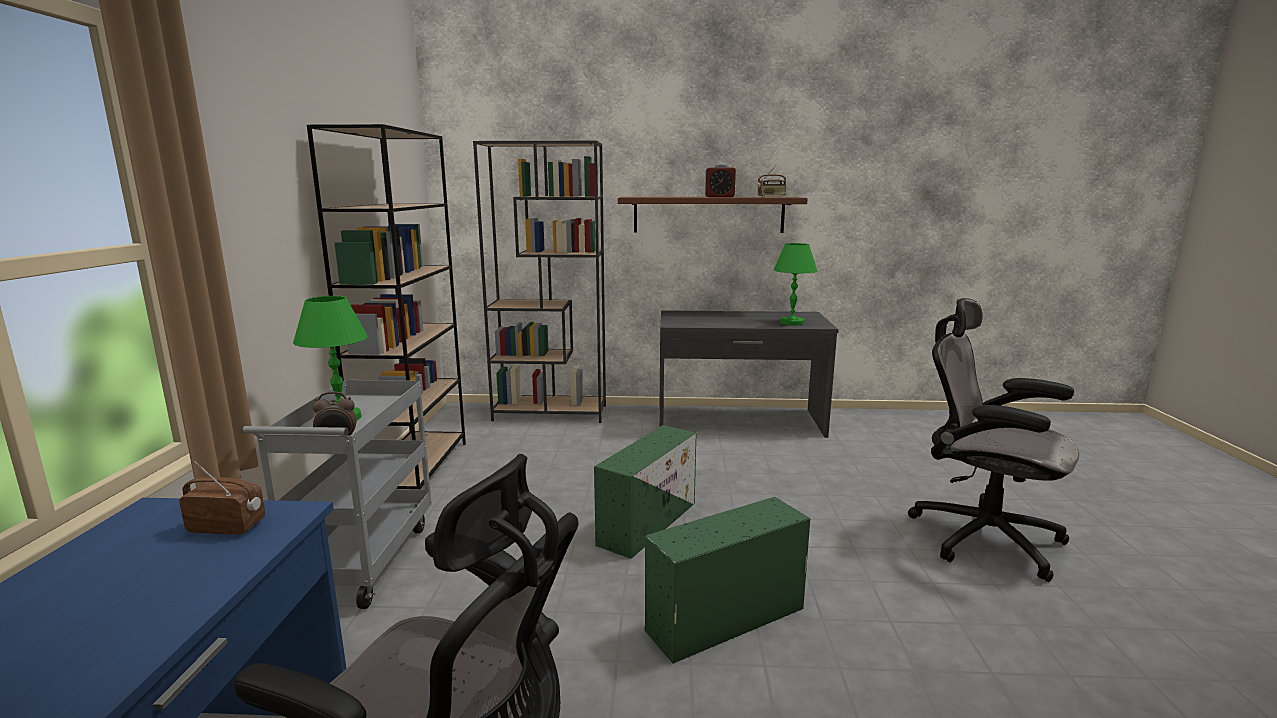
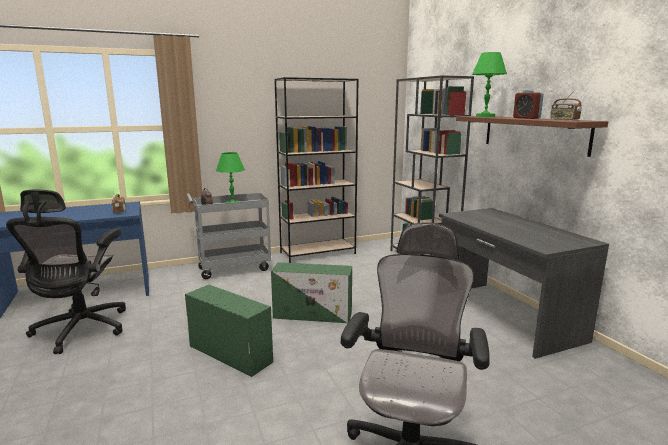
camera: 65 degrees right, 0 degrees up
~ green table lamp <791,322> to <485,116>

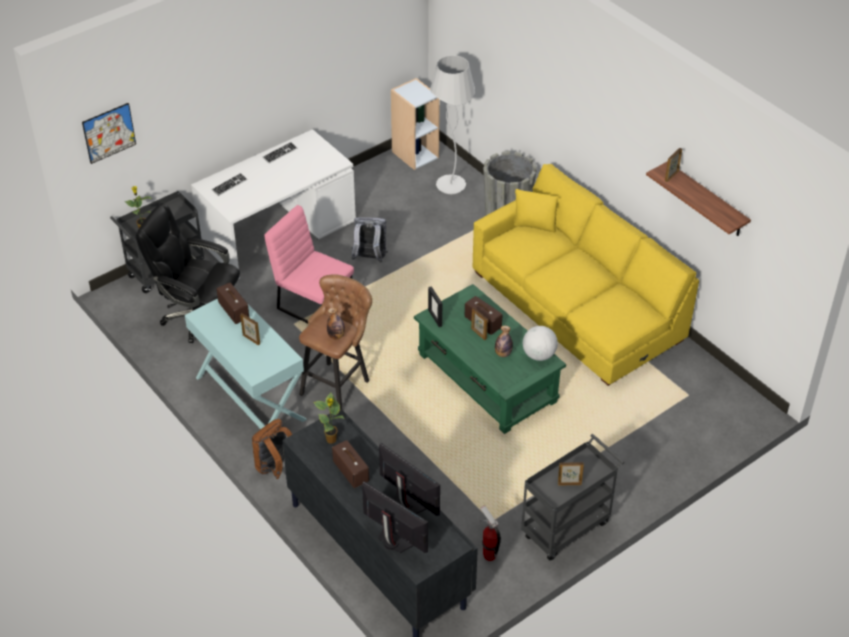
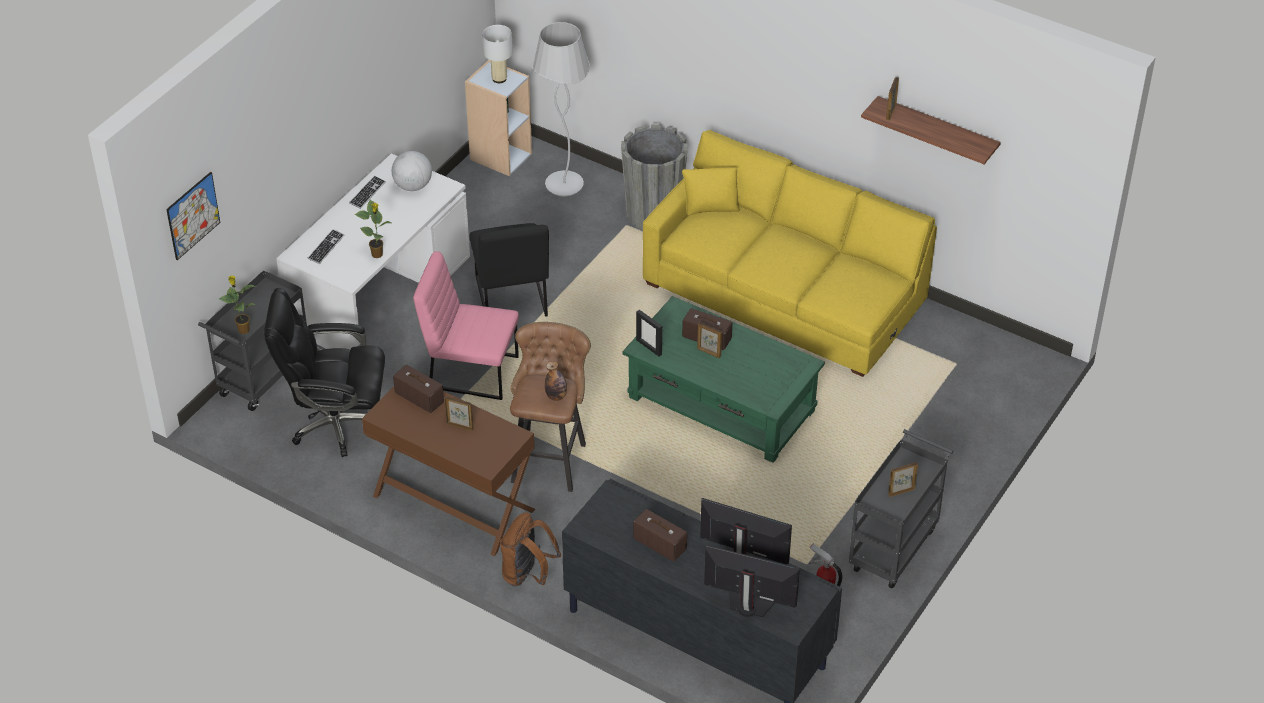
camera: 20 degrees left, 0 degrees up
~ potted plant <331,440> to <377,254>
~ turquoise desk <250,398> to brown desk <453,503>
~ globe <539,355> to <413,186>
~ grey backpack <370,258> to black chair <511,298>
+ white table lamp <499,79>
- bottle <503,354>

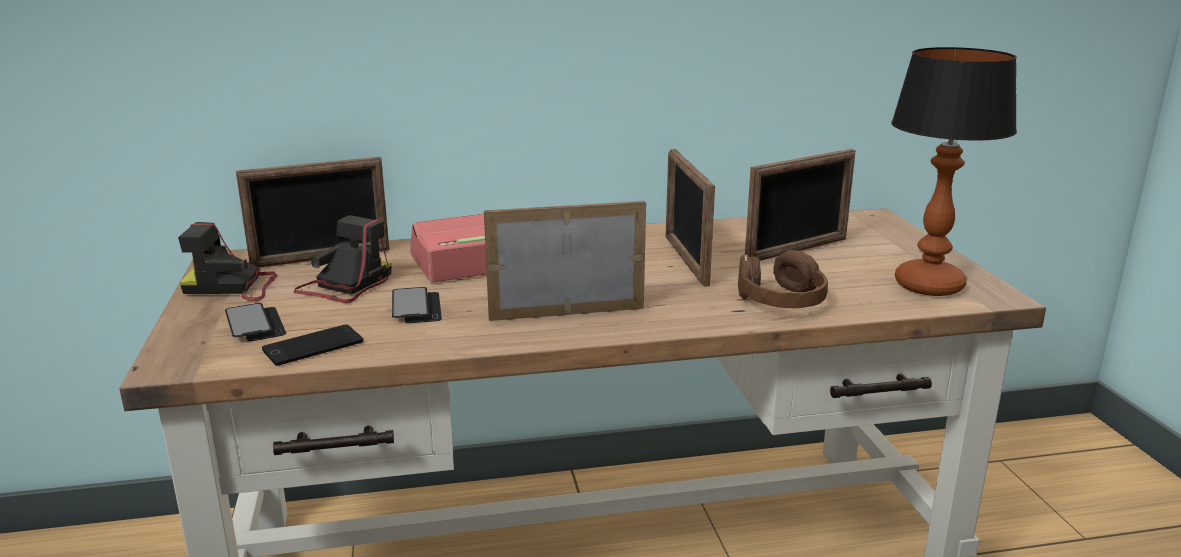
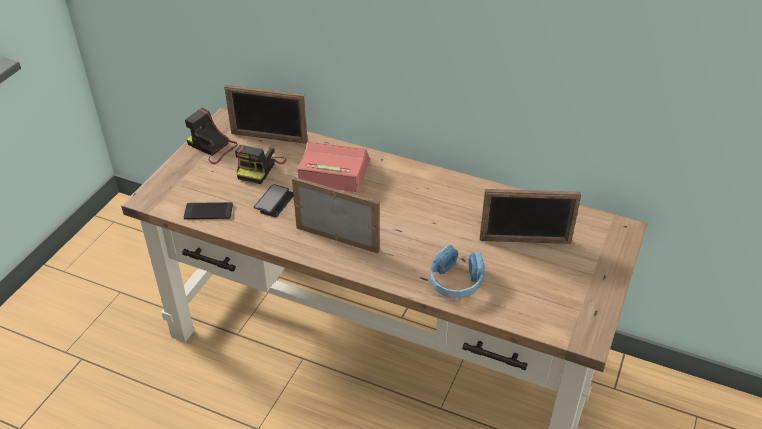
camera: 35 degrees right, 20 degrees up
~ photo camera <346,285> = <260,168> 135 degrees clockwise
~ brown headphones <780,300> to blue headphones <456,281>
- phone <255,325>
- picture frame <686,260>
- table lamp <927,285>

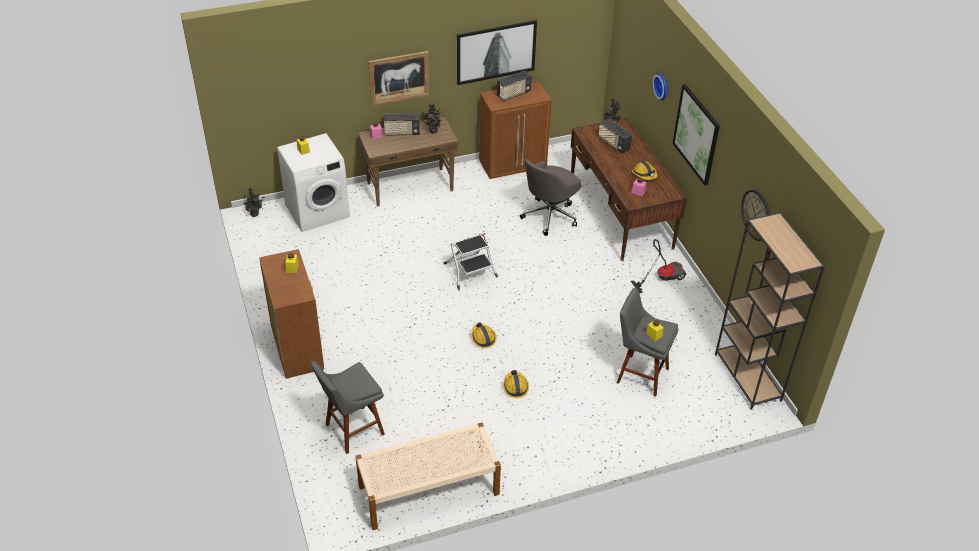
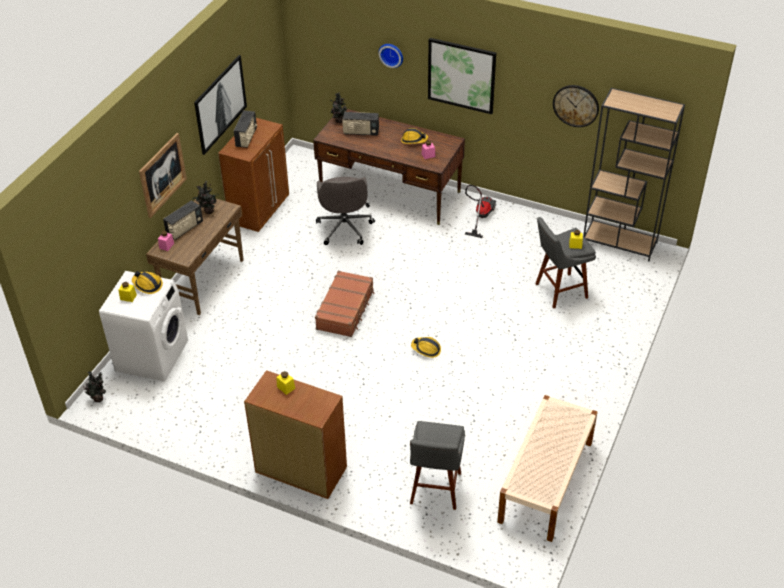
camera: 45 degrees left, 0 degrees up
~ hard hat <515,387> to <147,285>
~ step ladder <469,271> to brown suitcase <345,310>

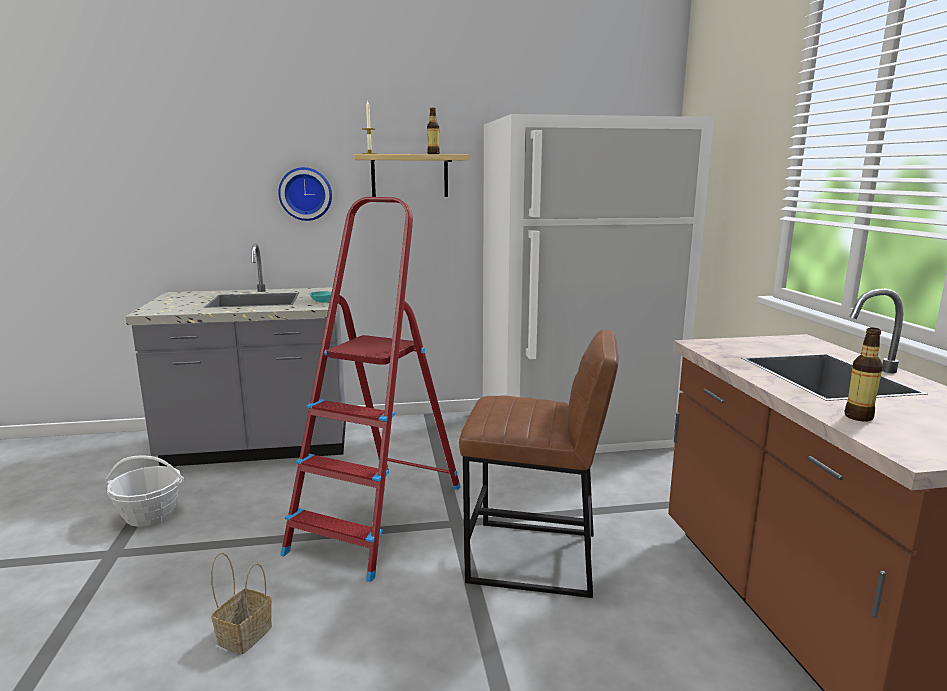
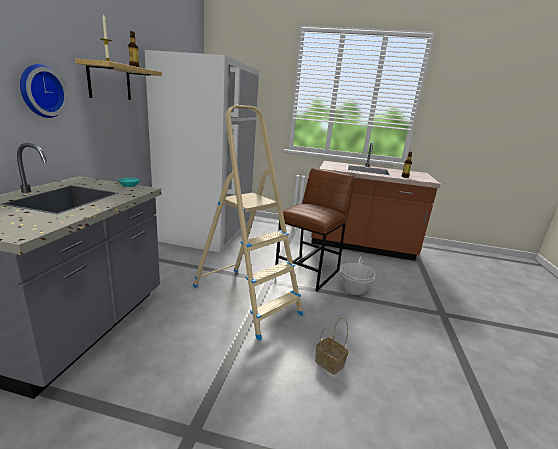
camera: 70 degrees left, 5 degrees up
~ red step ladder <378,518> to beige step ladder <245,300>
~ basket <149,515> to <354,288>

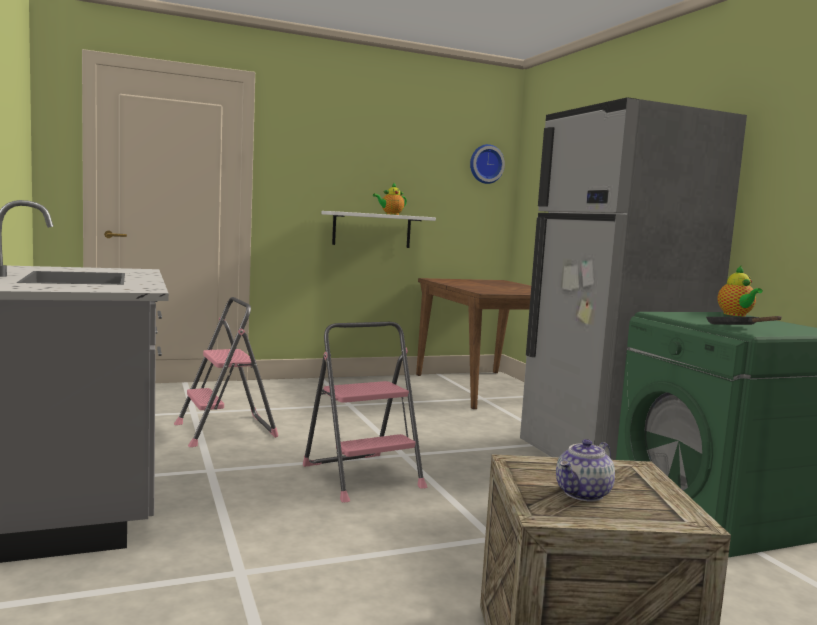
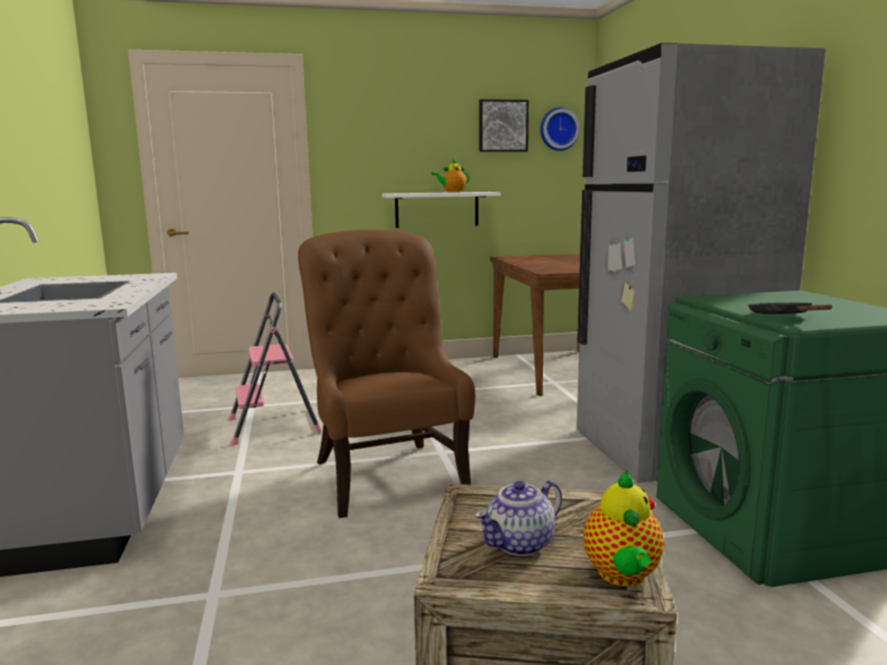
camera: 10 degrees right, 5 degrees up
~ pink step ladder <361,474> to brown chair <387,476>
+ picture <502,126>
~ teapot <736,315> to <622,576>

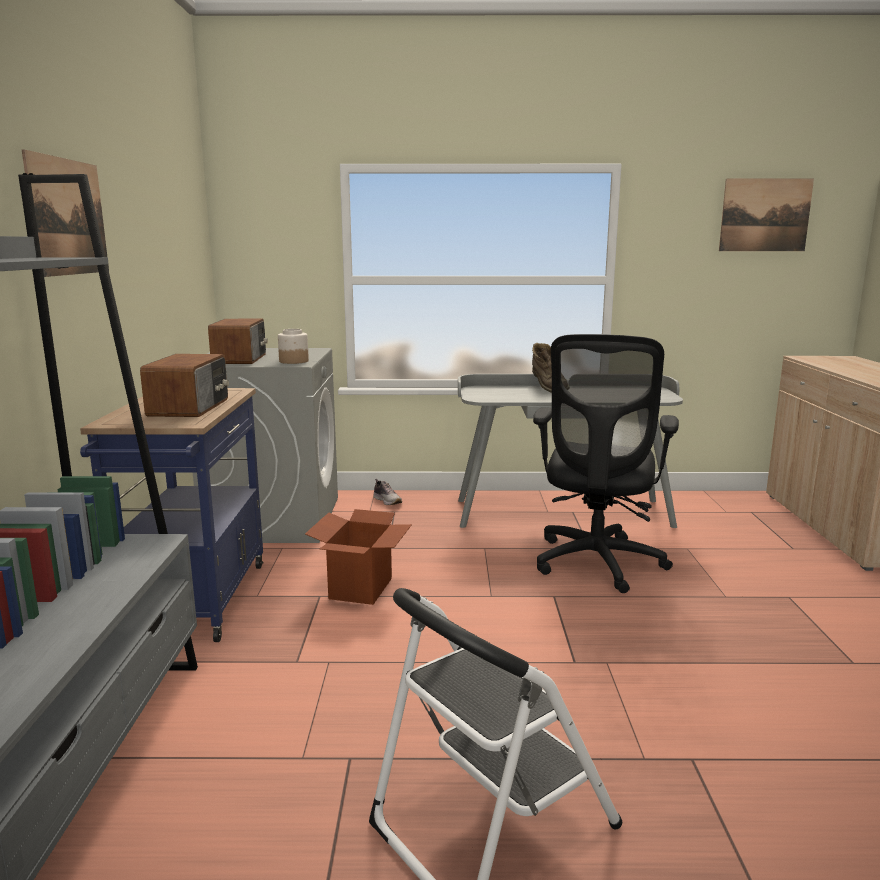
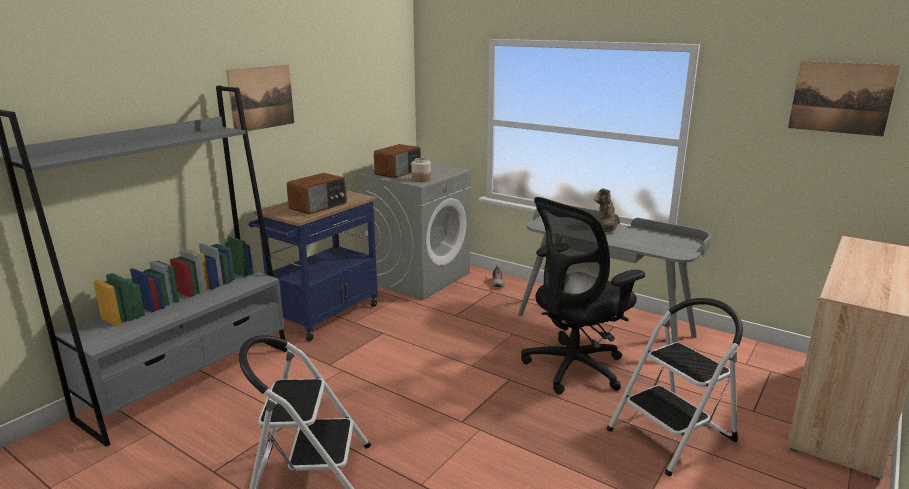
camera: 35 degrees right, 5 degrees up
+ step ladder <674,435>
- cardboard box <361,588>

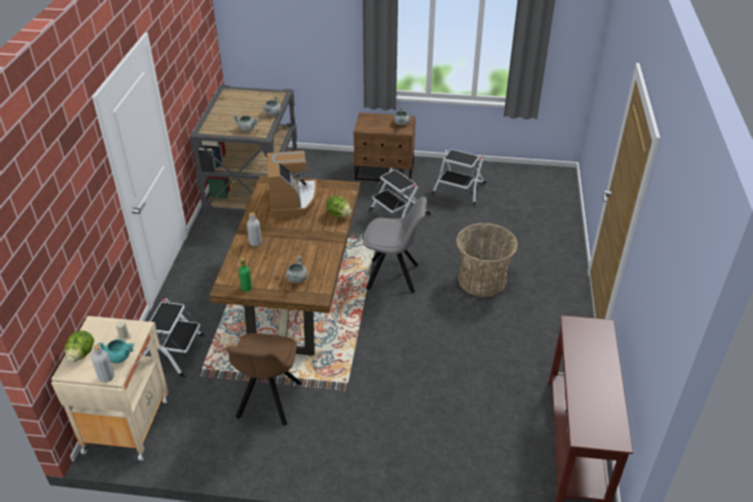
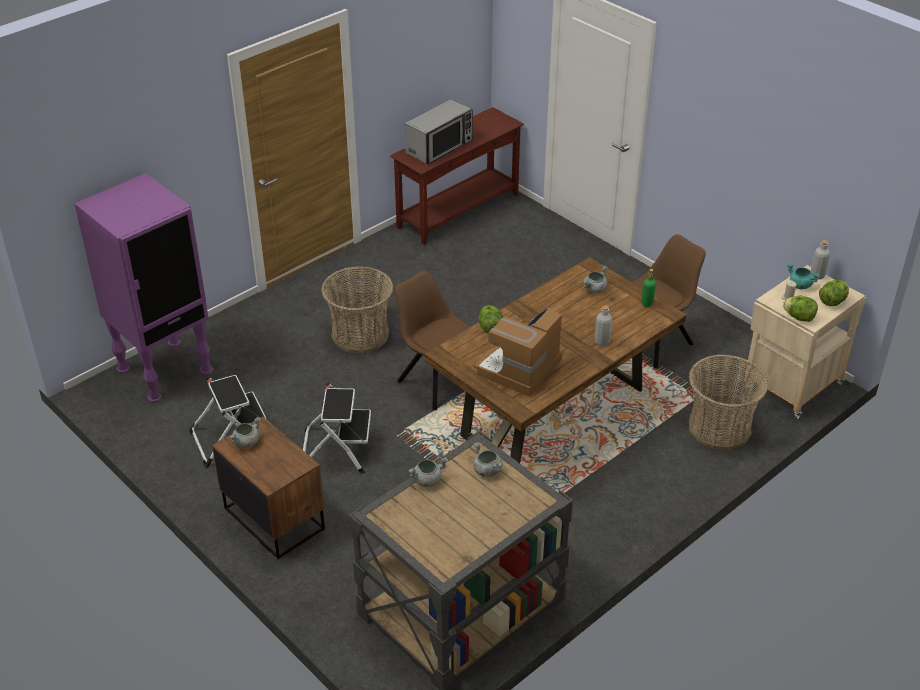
camera: 140 degrees left, 0 degrees up
+ purple cabinet <166,370>
~ grey chair <393,276> to brown chair <435,383>
+ microwave <440,147>
~ step ladder <170,352> to basket <719,428>
+ lettuce <799,317>

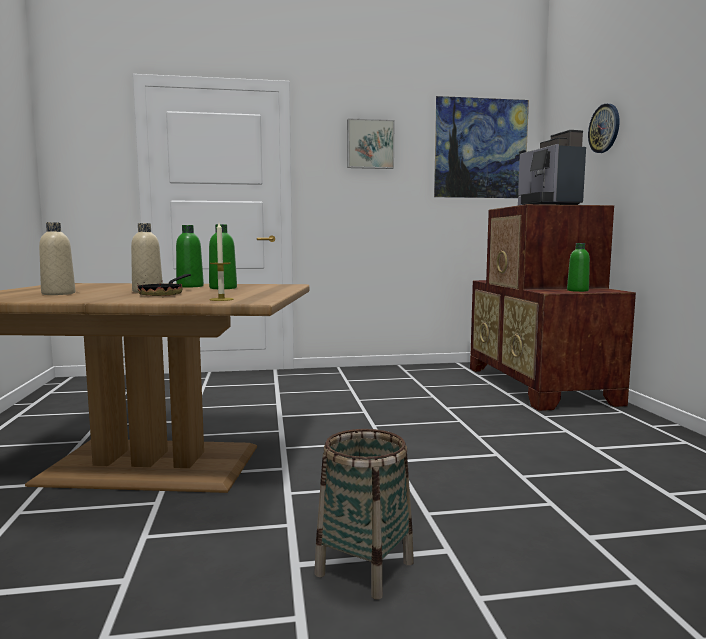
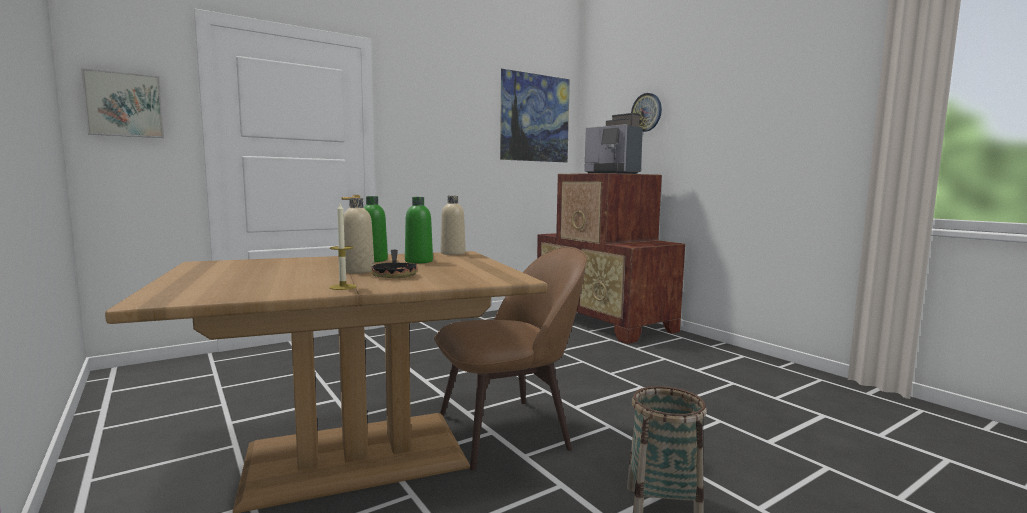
camera: 25 degrees left, 0 degrees up
~ picture <370,144> to <124,105>
~ candle <221,299> to <343,287>
+ brown chair <508,430>
~ beige bottle <58,293> to <453,253>
- green bottle <577,290>

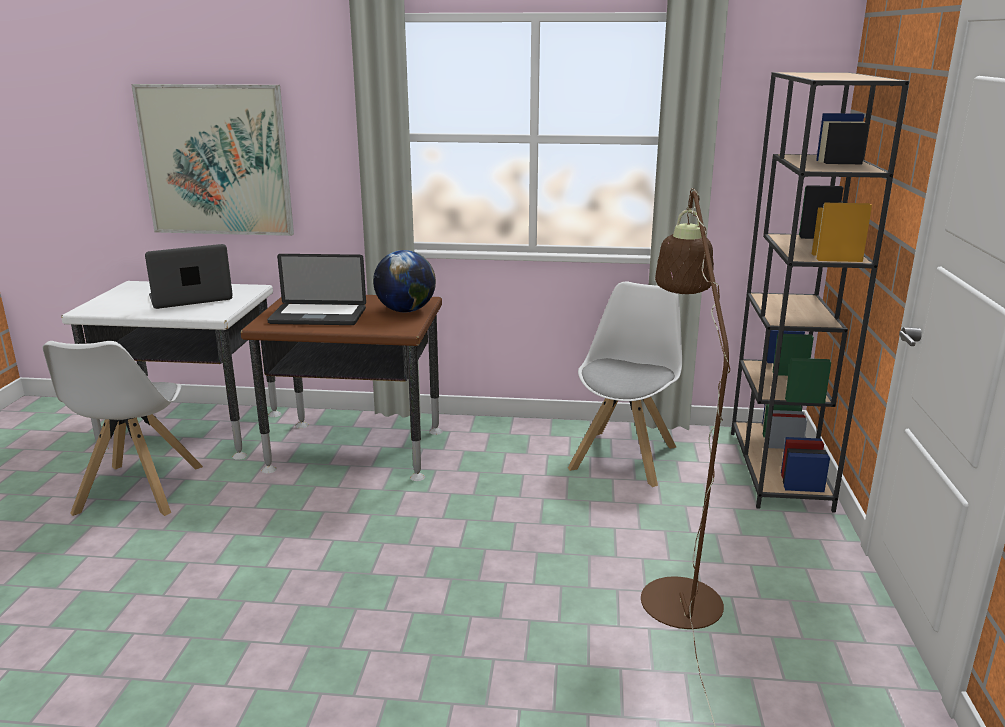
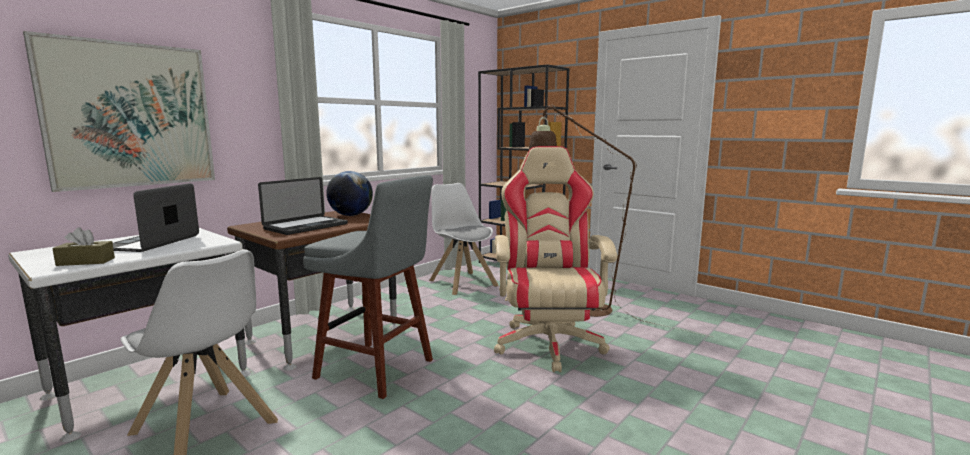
camera: 55 degrees left, 10 degrees down
+ brown tissue box <86,261>
+ grey stool <377,370>
+ beige office chair <548,345>

